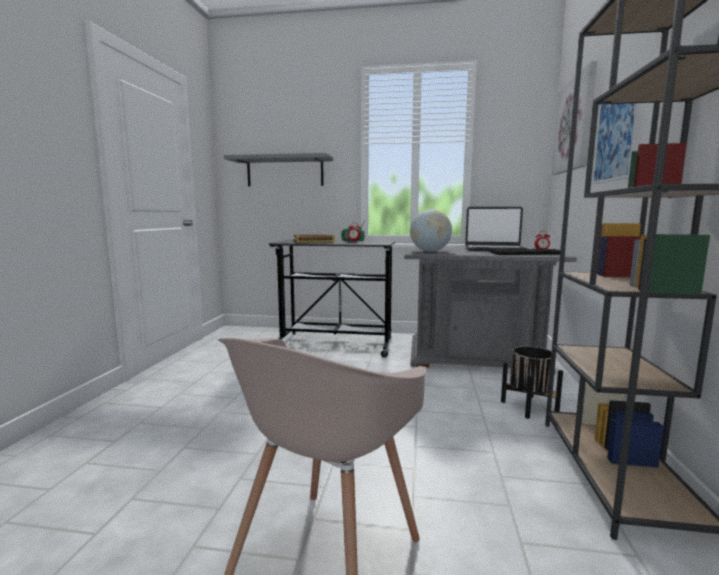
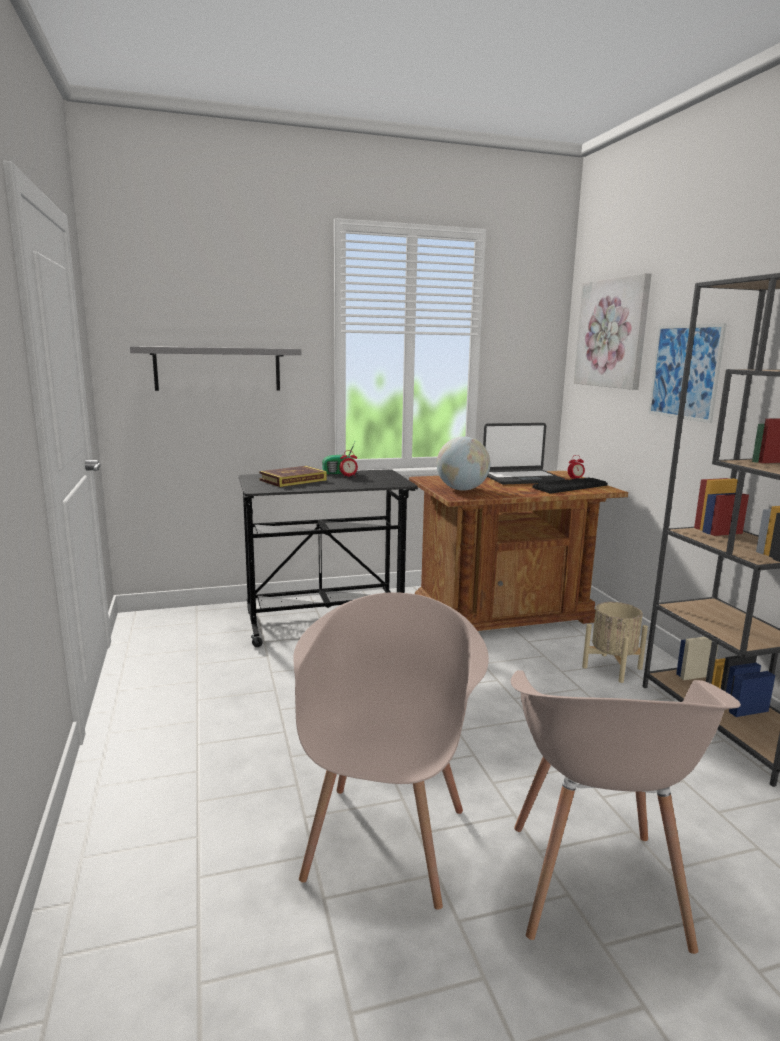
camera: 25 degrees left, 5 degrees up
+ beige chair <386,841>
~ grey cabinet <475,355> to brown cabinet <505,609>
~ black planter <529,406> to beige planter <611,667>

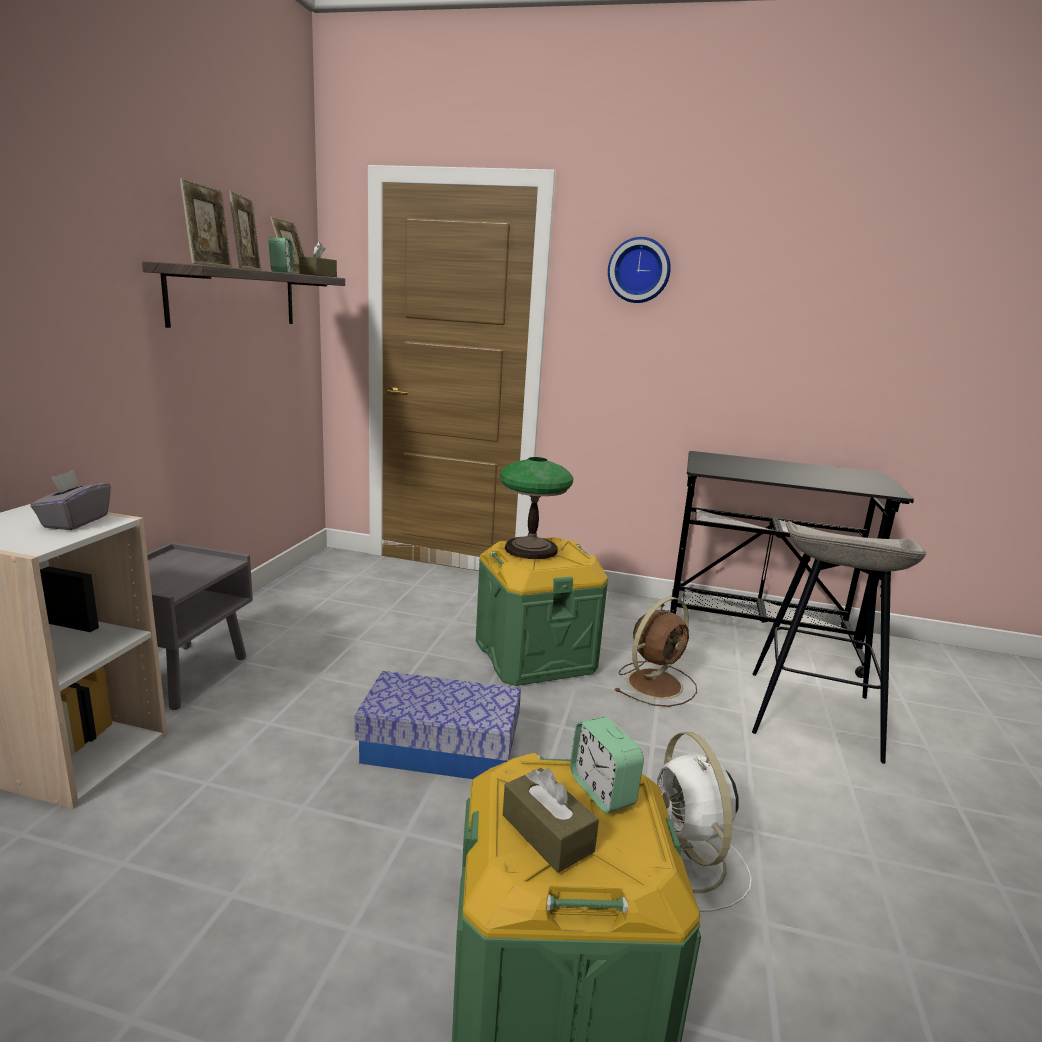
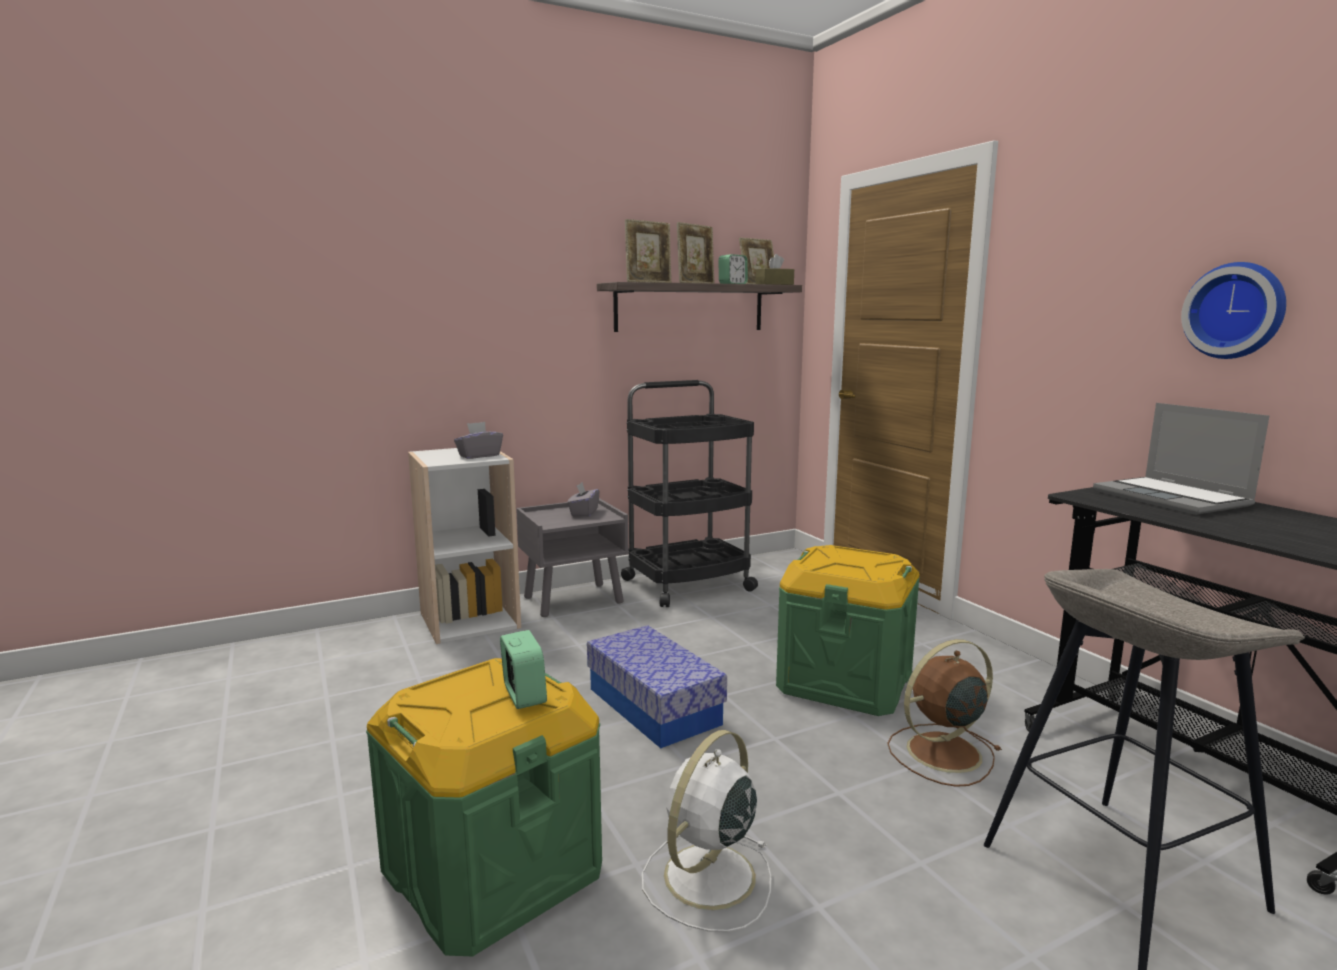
camera: 50 degrees right, 5 degrees down
~ alarm clock <602,790> = <524,695> 135 degrees clockwise
+ grey tissue box <583,512>
+ black cart <688,585>
~ brown fan <656,683> = <941,753> 150 degrees clockwise
+ laptop <1173,498>
~ wall clock <639,270> to <1236,311>
- table lamp <531,549>
- brown tissue box <547,833>

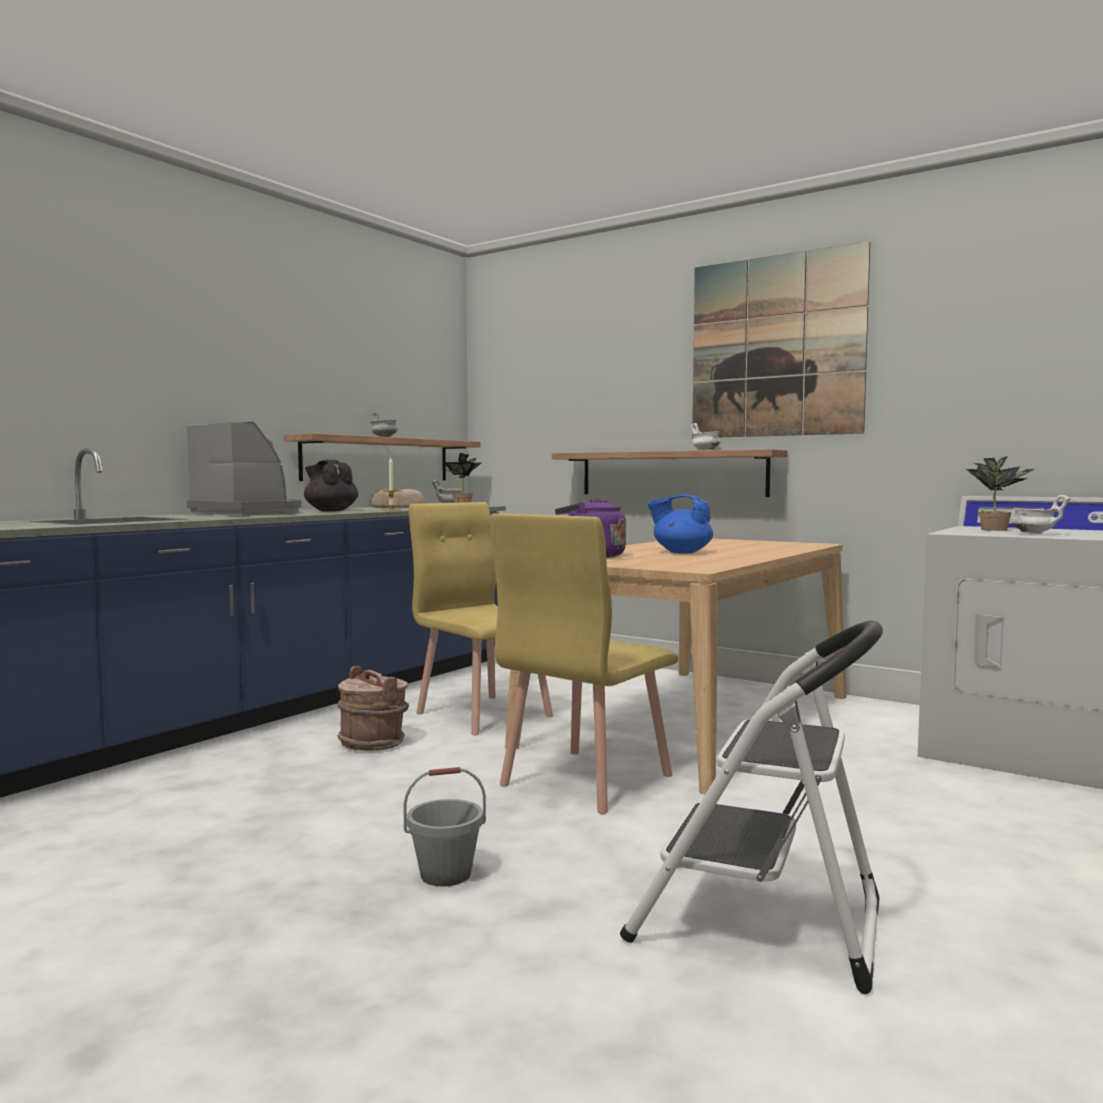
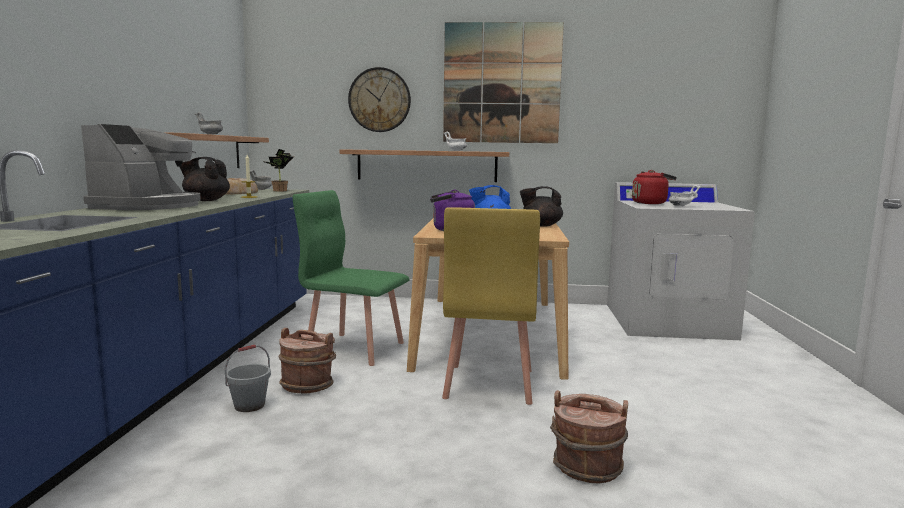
camera: 30 degrees left, 5 degrees up
~ coffee machine <248,513> = <148,206> 90 degrees clockwise
~ grey bucket <445,875> to <249,406>
~ yellow chair <484,714> to green chair <354,348>
+ wall clock <379,100>
+ black teapot <541,225>
+ brown bucket <587,467>
~ potted plant <997,529> to red kettle <650,203>
- step ladder <764,923>

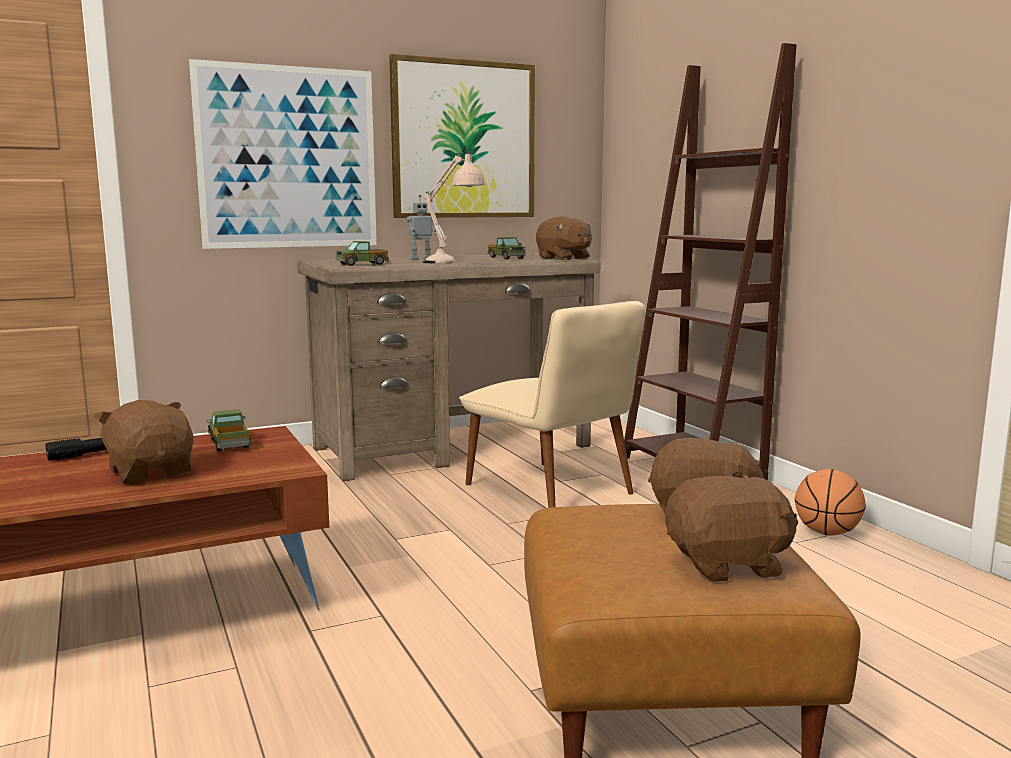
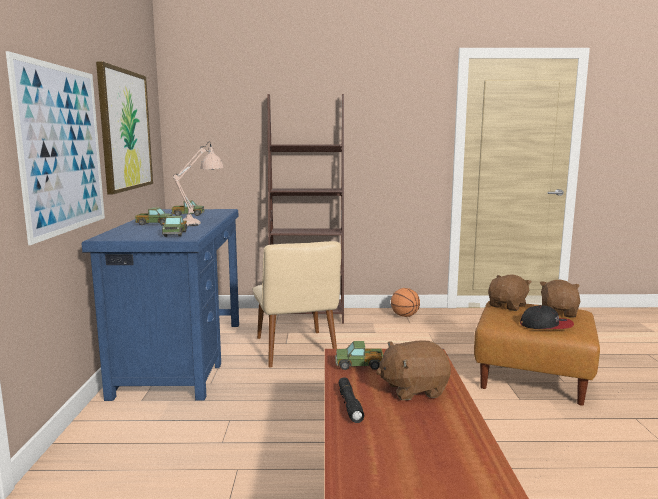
camera: 65 degrees left, 0 degrees up
~ brown desk <452,447> to blue desk <181,356>
~ toy robot <420,259> to toy truck <154,224>
~ beige chair <548,489> = <295,348> 90 degrees clockwise
+ cap <546,325>
- brown plush toy <563,258>

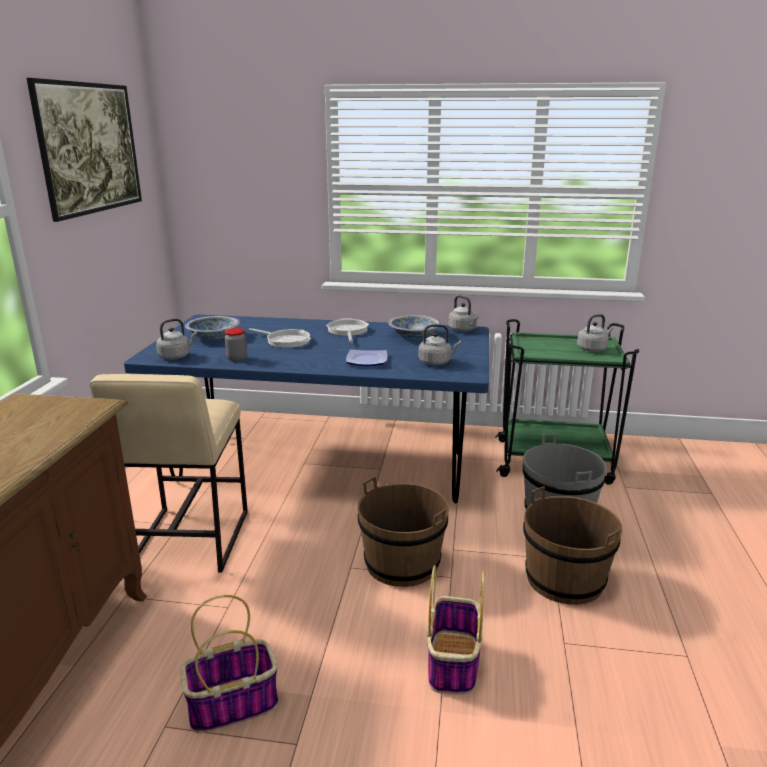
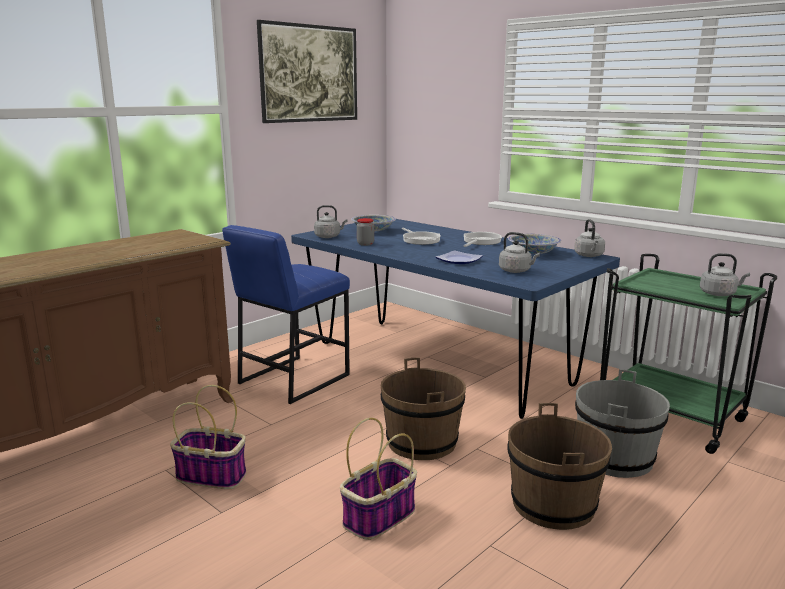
camera: 35 degrees right, 5 degrees down
~ beige chair <189,540> to blue chair <293,379>

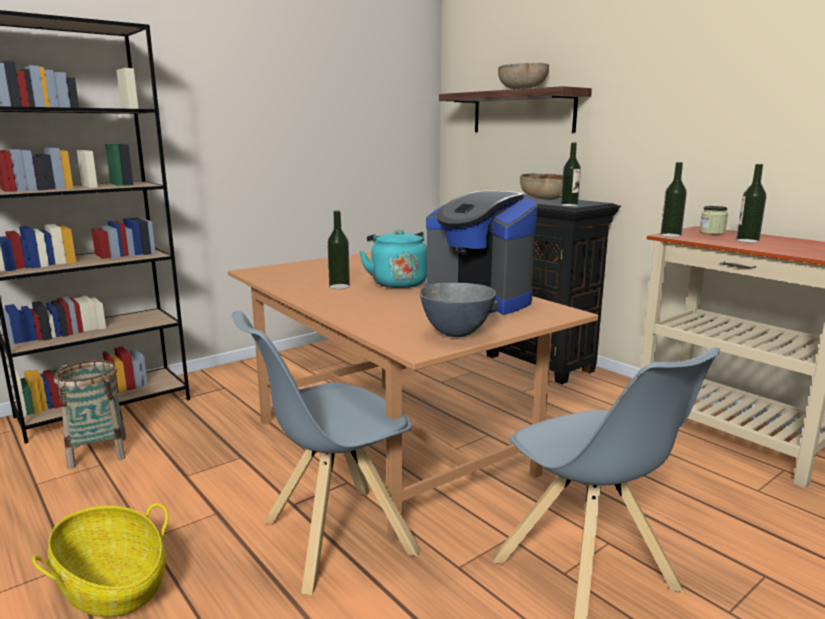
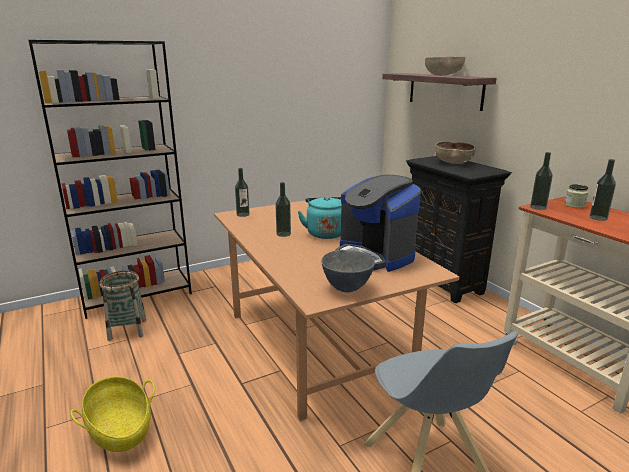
camera: 10 degrees right, 5 degrees up
~ bottle <569,205> to <243,214>
- grey chair <334,538>

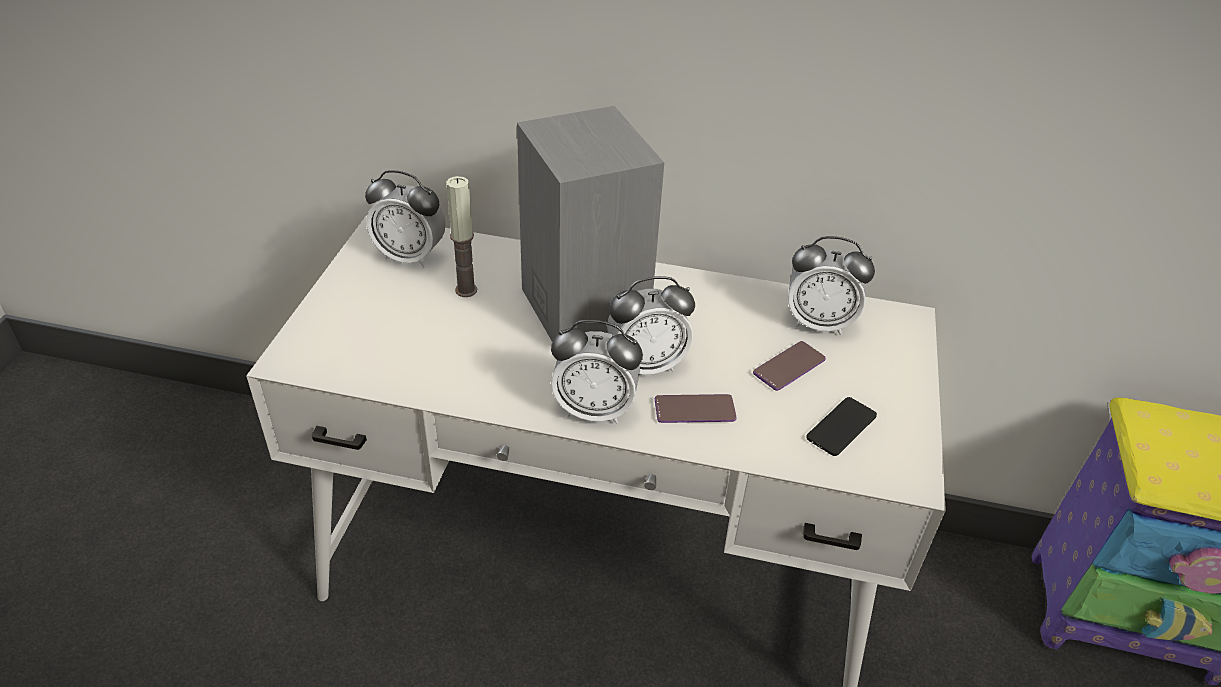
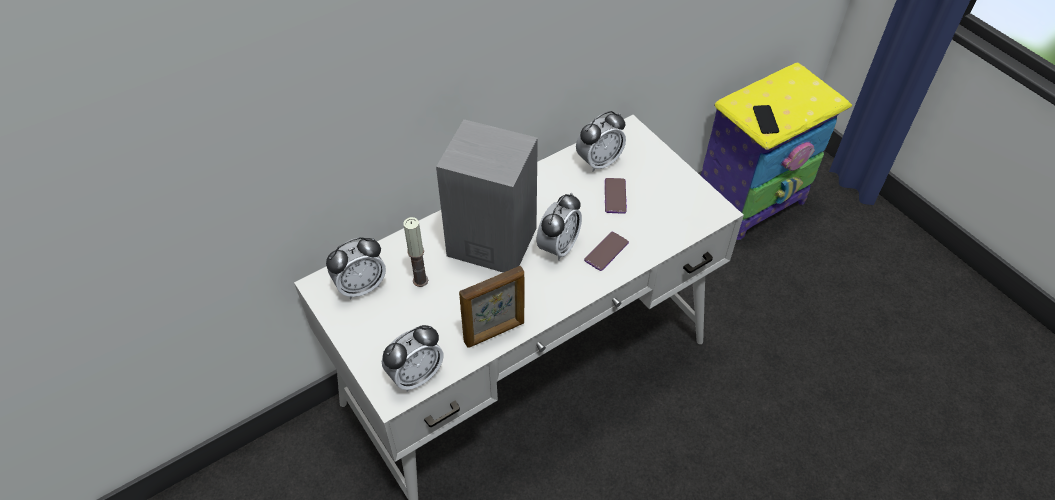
camera: 45 degrees left, 10 degrees up
~ alarm clock <594,410> to <416,375>
+ picture frame <495,332>
~ phone <841,427> to <765,120>

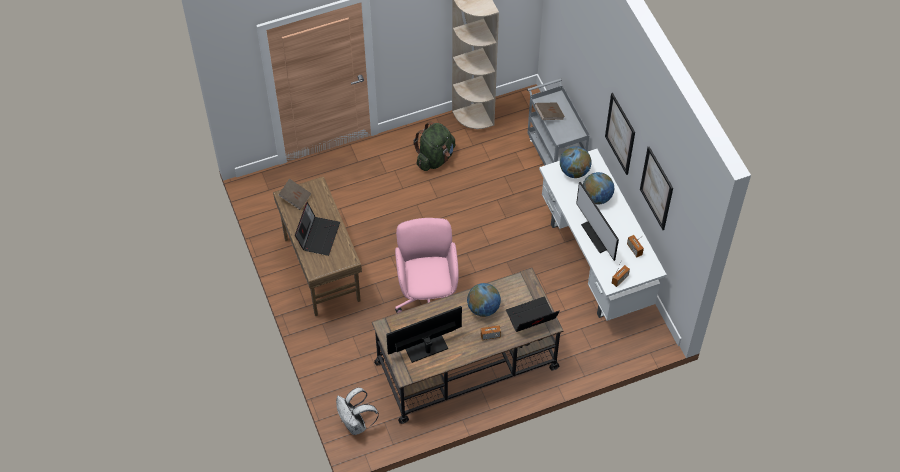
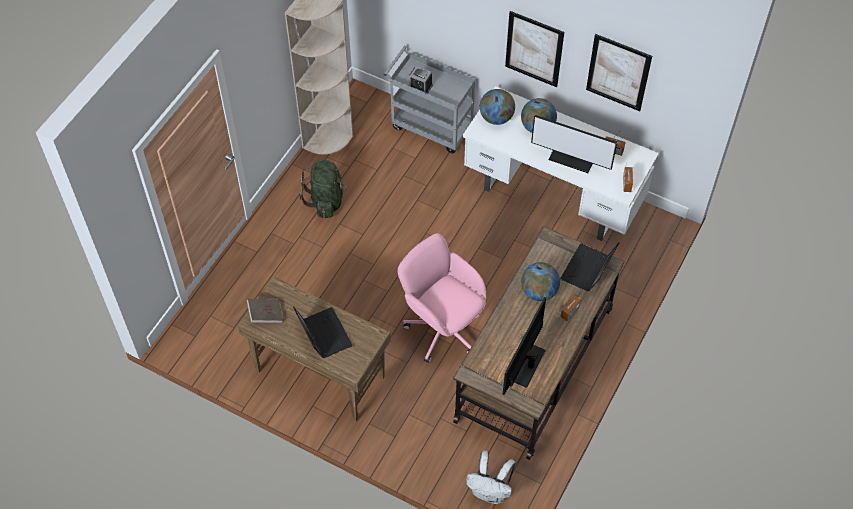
camera: 40 degrees left, 0 degrees up
~ brown book <549,115> to alarm clock <420,86>

